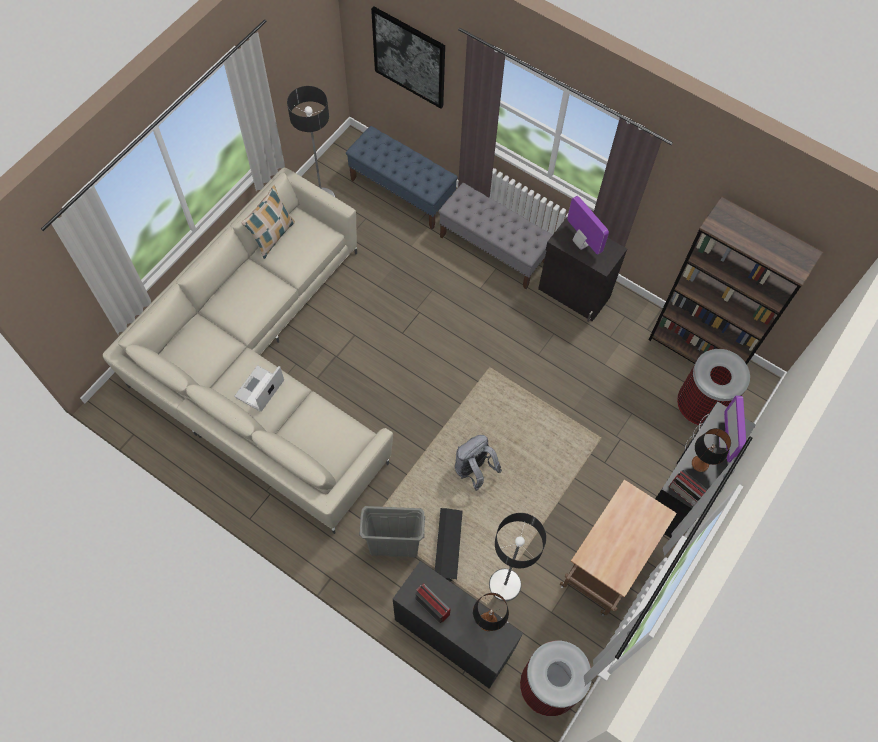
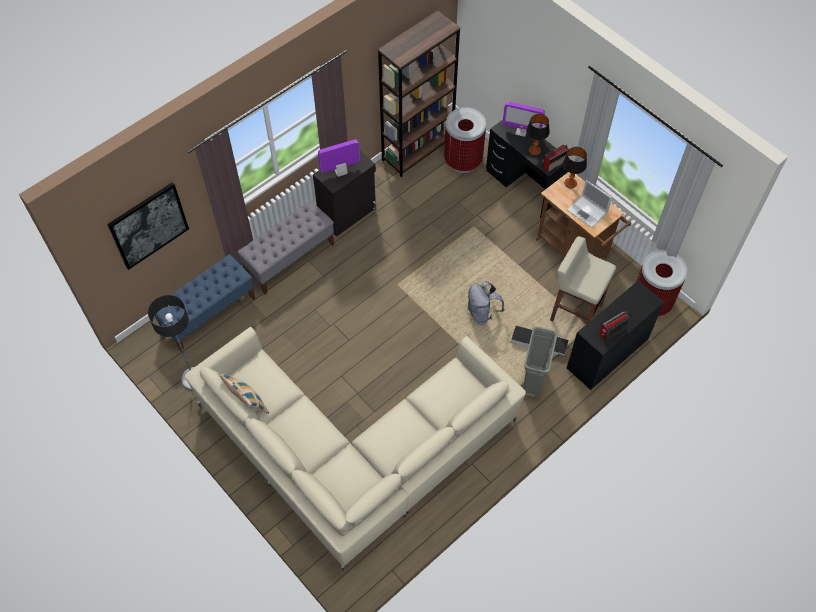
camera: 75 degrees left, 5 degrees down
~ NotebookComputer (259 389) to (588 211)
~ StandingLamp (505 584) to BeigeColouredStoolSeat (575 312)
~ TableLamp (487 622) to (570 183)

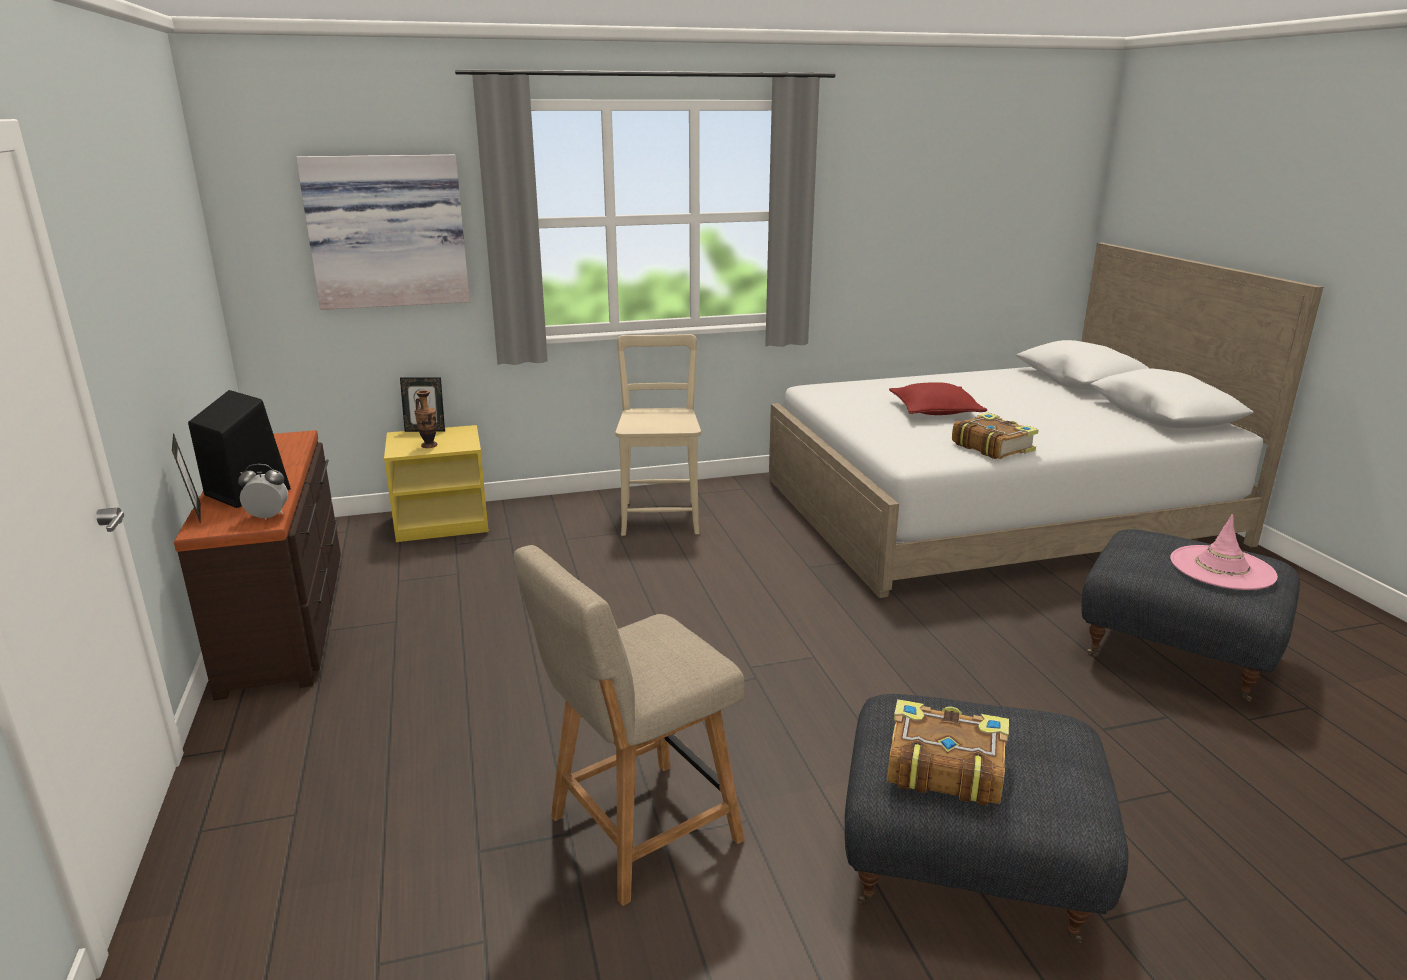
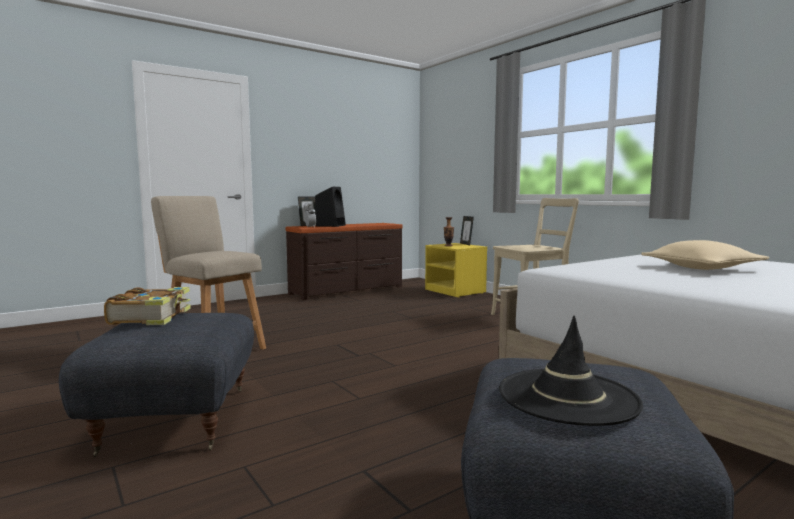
camera: 70 degrees right, 15 degrees down
- WallArt (387 231)
~ ReddishPillow (935 411) to BeigeColouredPillow (701 268)
- Book (992 447)
~ PinkHat (1222 568) to BlackHat (567 396)

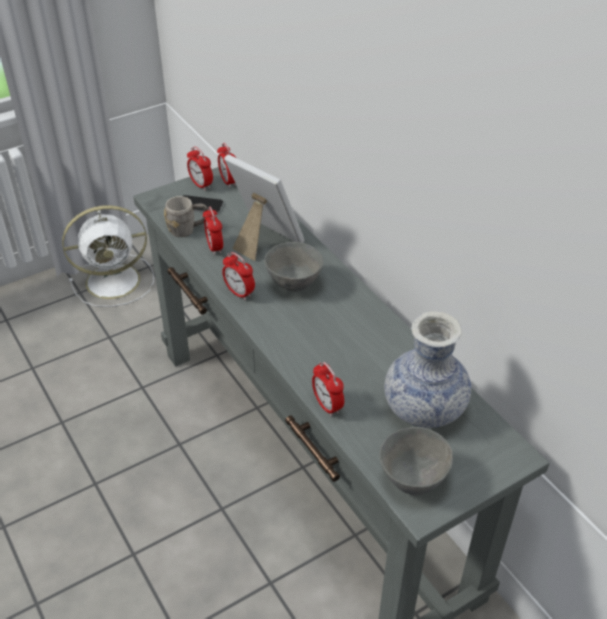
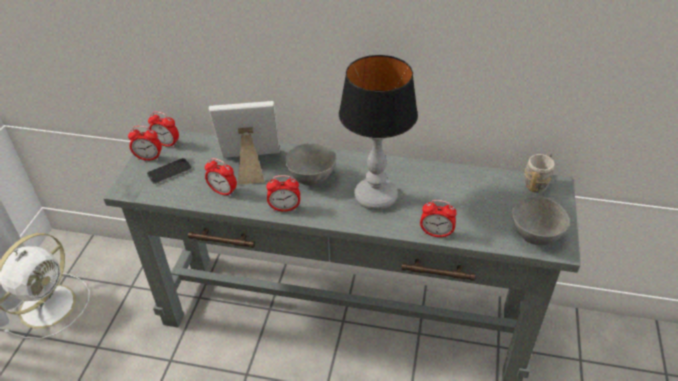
camera: 45 degrees left, 0 degrees up
~ GreyMug (188 230) to (537 182)
- DecorativeVase (424 409)
+ TableLamp (376 197)

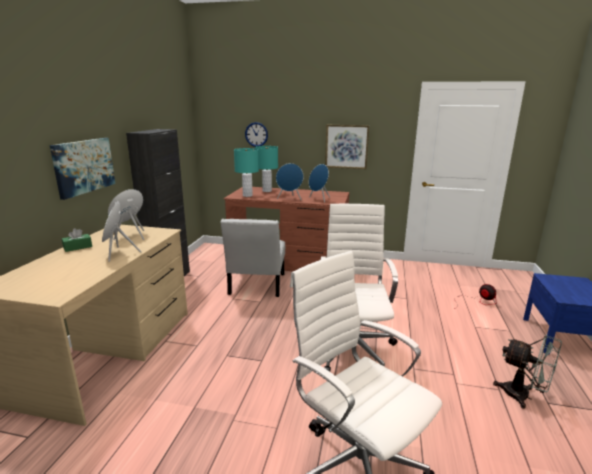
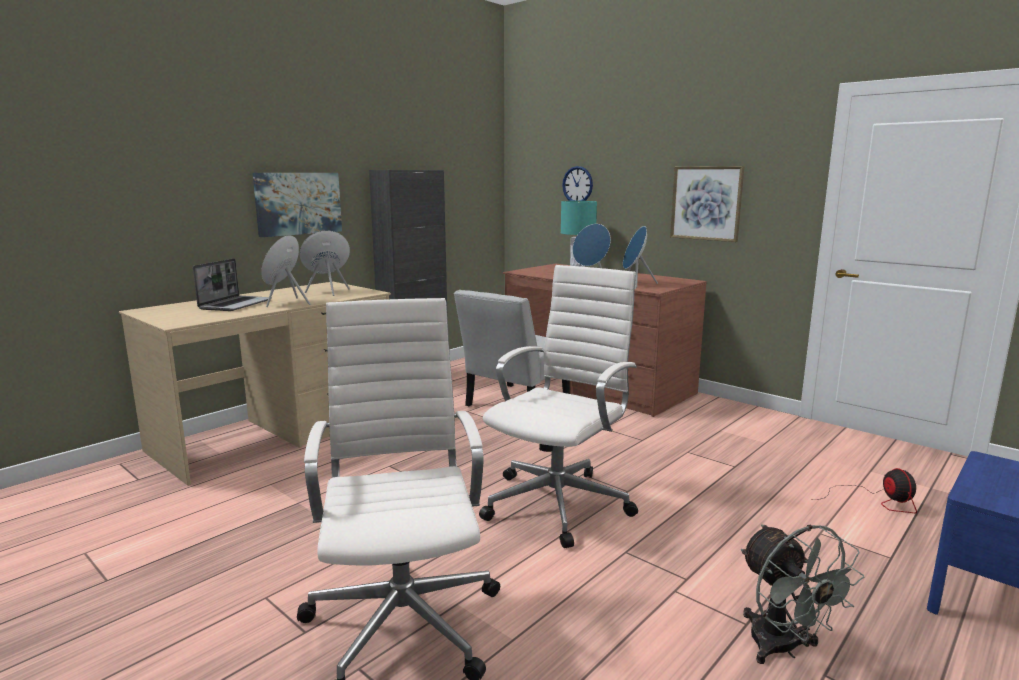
camera: 30 degrees right, 5 degrees down
- TurquoiseTableLamp (247 195)
- GreenishTissueHolder (78 247)
+ NotebookComputer (235 304)

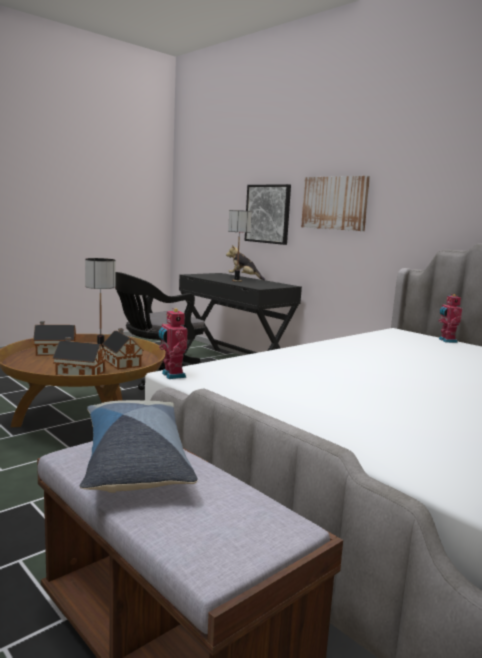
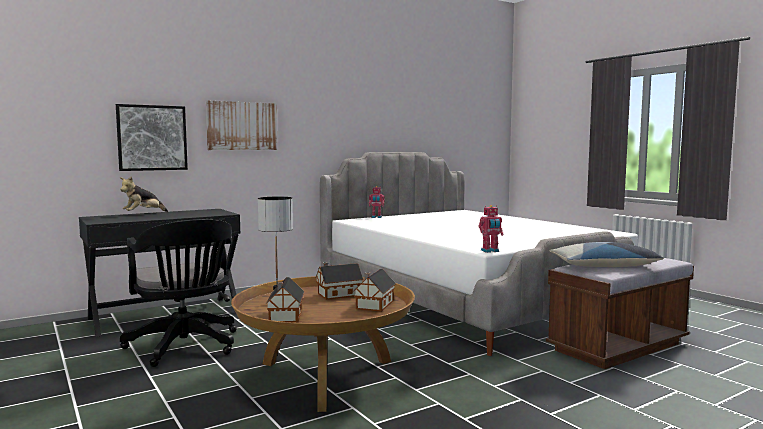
camera: 80 degrees left, 5 degrees down
- TableLamp (237 281)

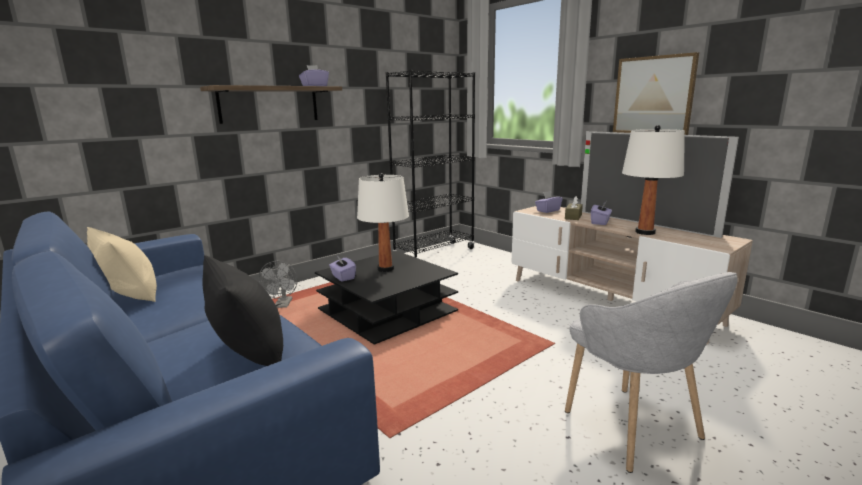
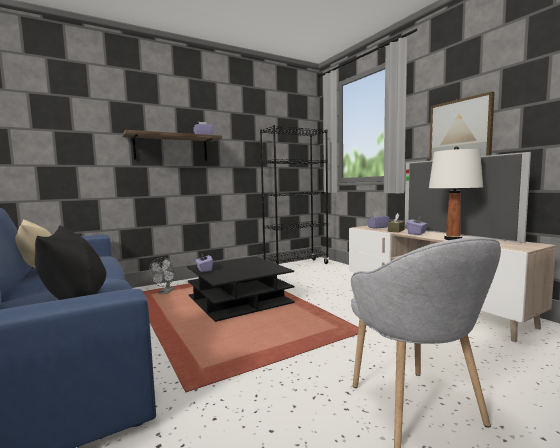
camera: 10 degrees right, 10 degrees down
- WhitishTableLamp (385 269)

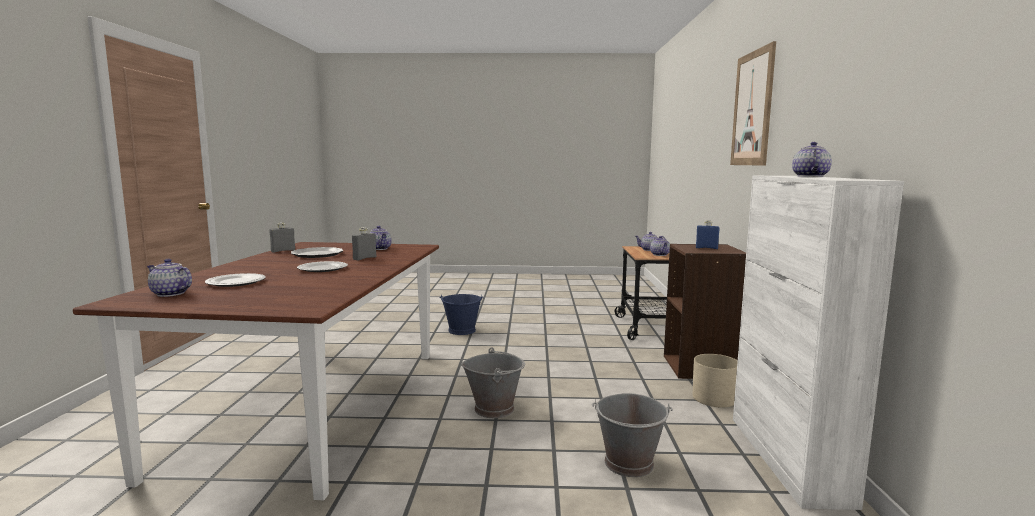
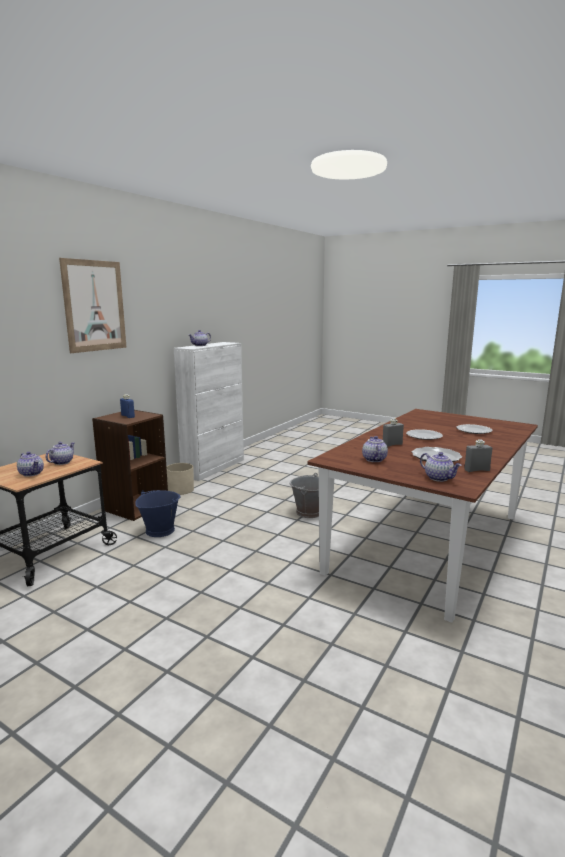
camera: 150 degrees left, 5 degrees up
~ TeaPot (169 294) to (439 478)
~ BluishBucket (462 331) to (160 530)
- GreyBucket (629 464)

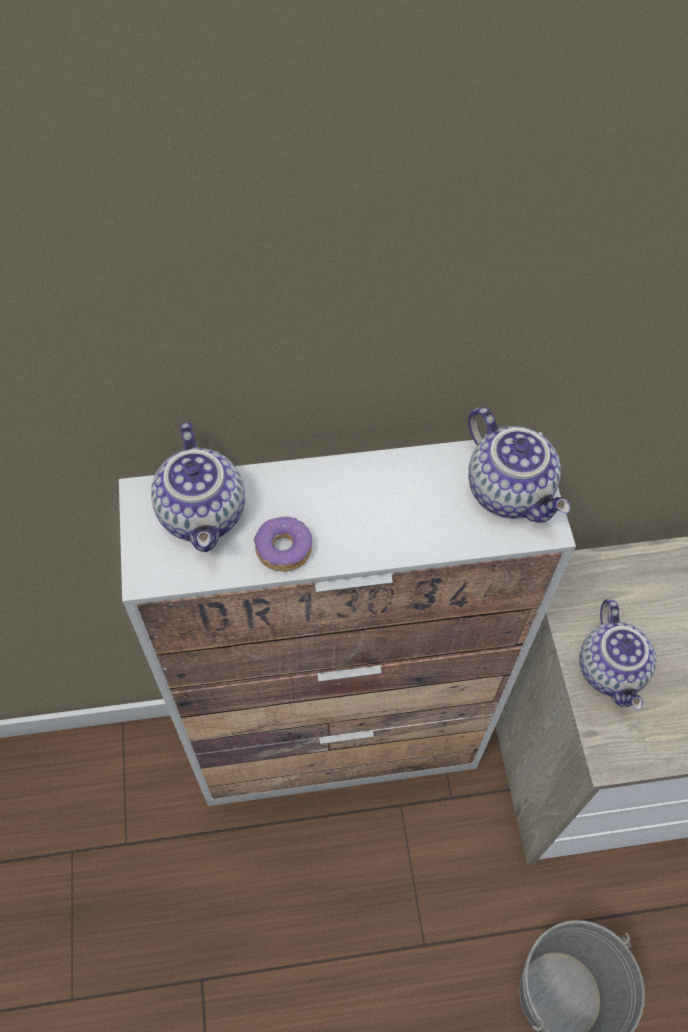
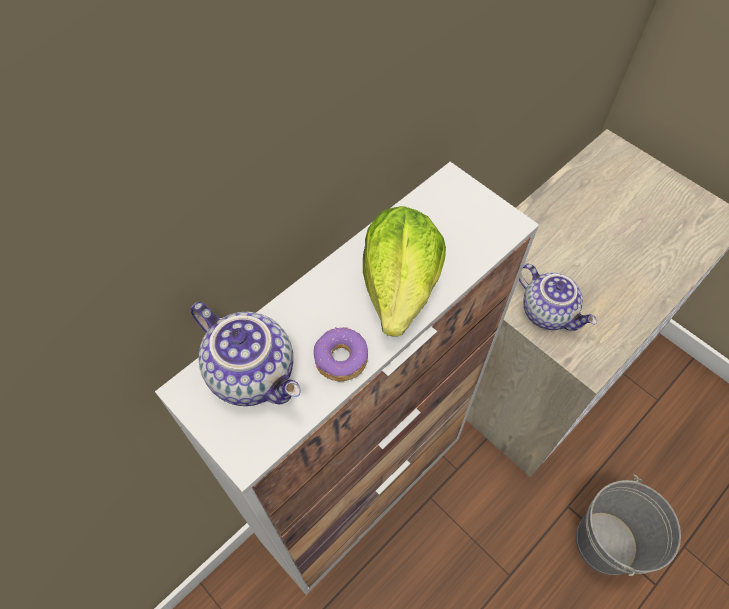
camera: 35 degrees left, 0 degrees up
- TeaPot (511 491)
+ HeadOfLettuce (401 287)

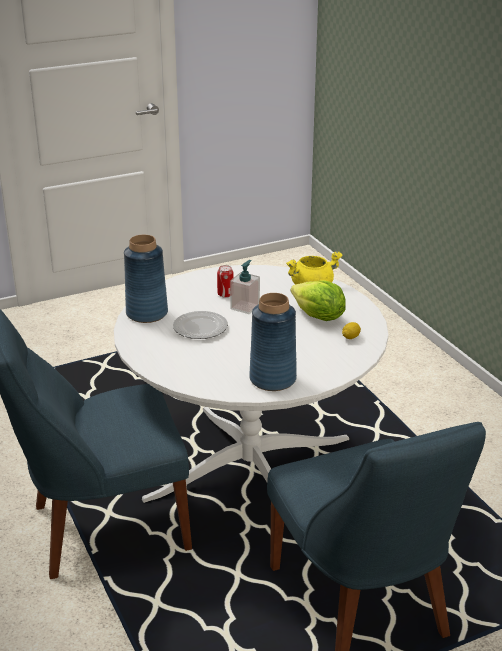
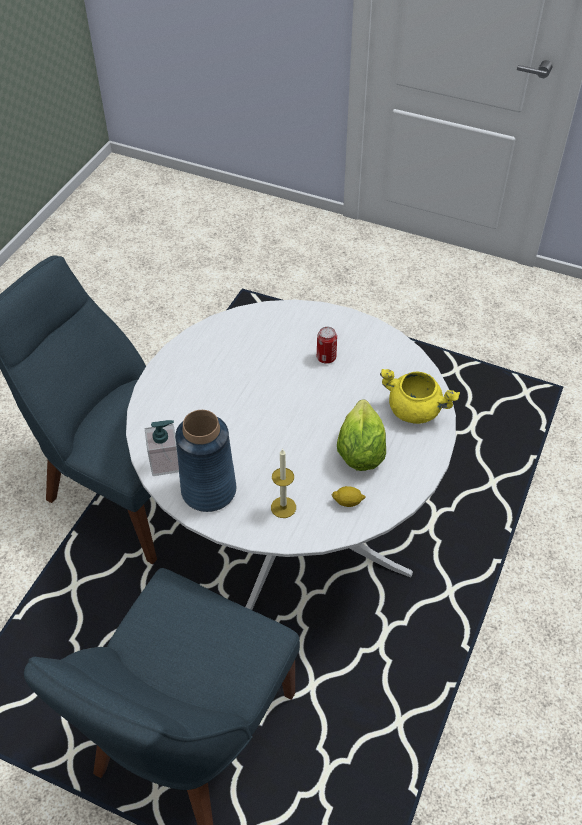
camera: 50 degrees right, 20 degrees up
- BluishDecorativeVase (146 313)
~ LiquidSoapBottle (245 307) to (165 463)
- DinnerPlate (200 328)
+ WaxLight (283 507)

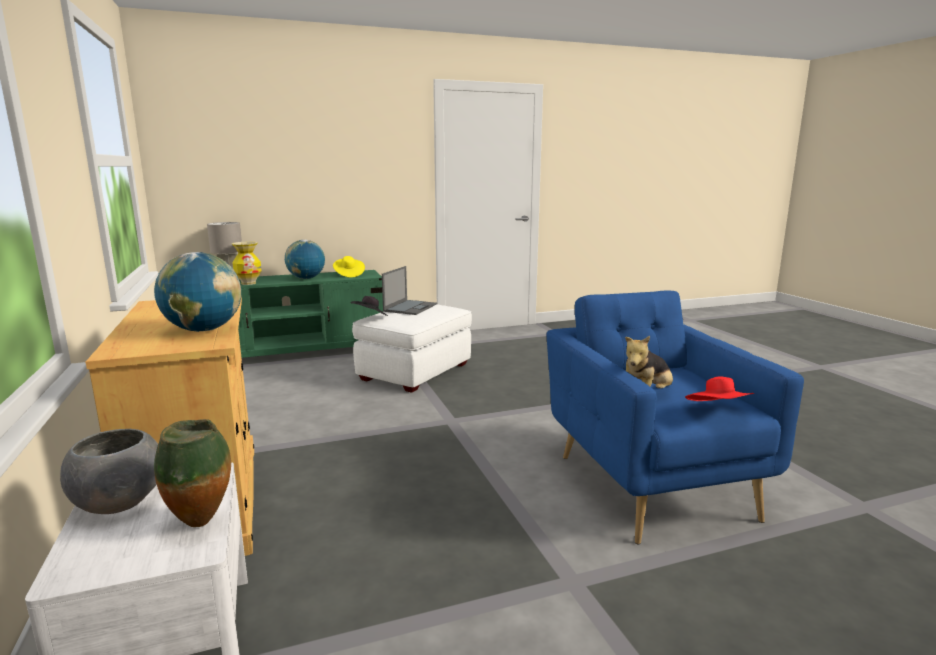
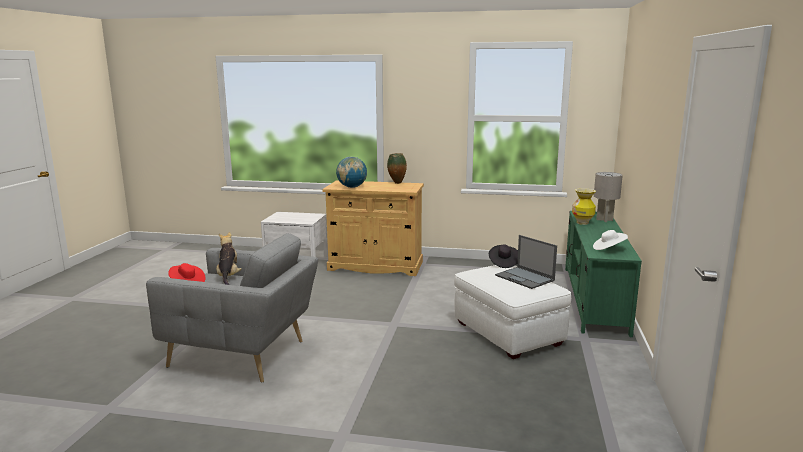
camera: 120 degrees right, 0 degrees up
- DeskGlobe (306 278)
~ YellowHat (349 275) to WhitishHat (608 249)
~ BluishEasyChair (649 481) to GreyEasyChair (242 355)
~ DecorativeVase (202 523) to (397 183)
- GreyDeepDish (120 500)

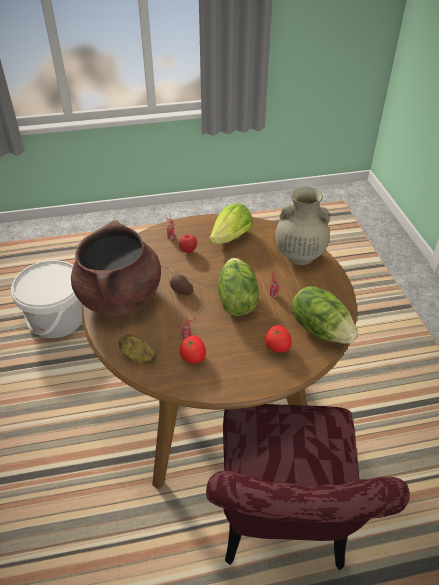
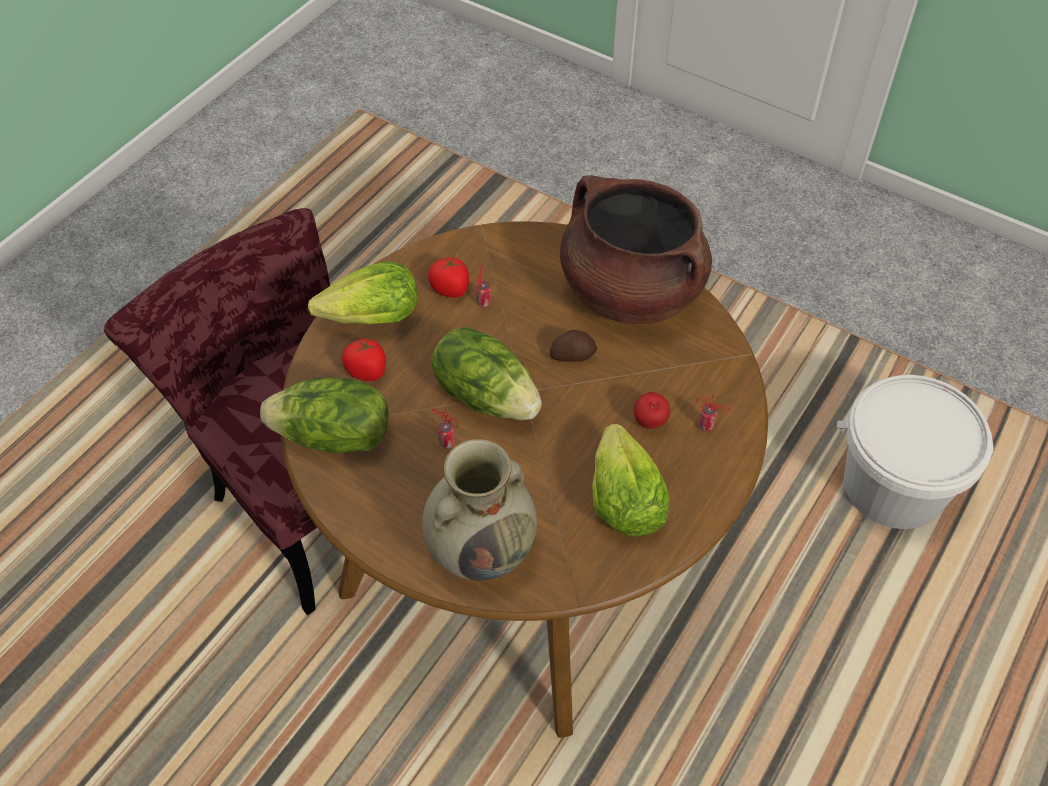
camera: 135 degrees right, 10 degrees up
- Spud (137 357)
+ HeadOfLettuce (372 318)

